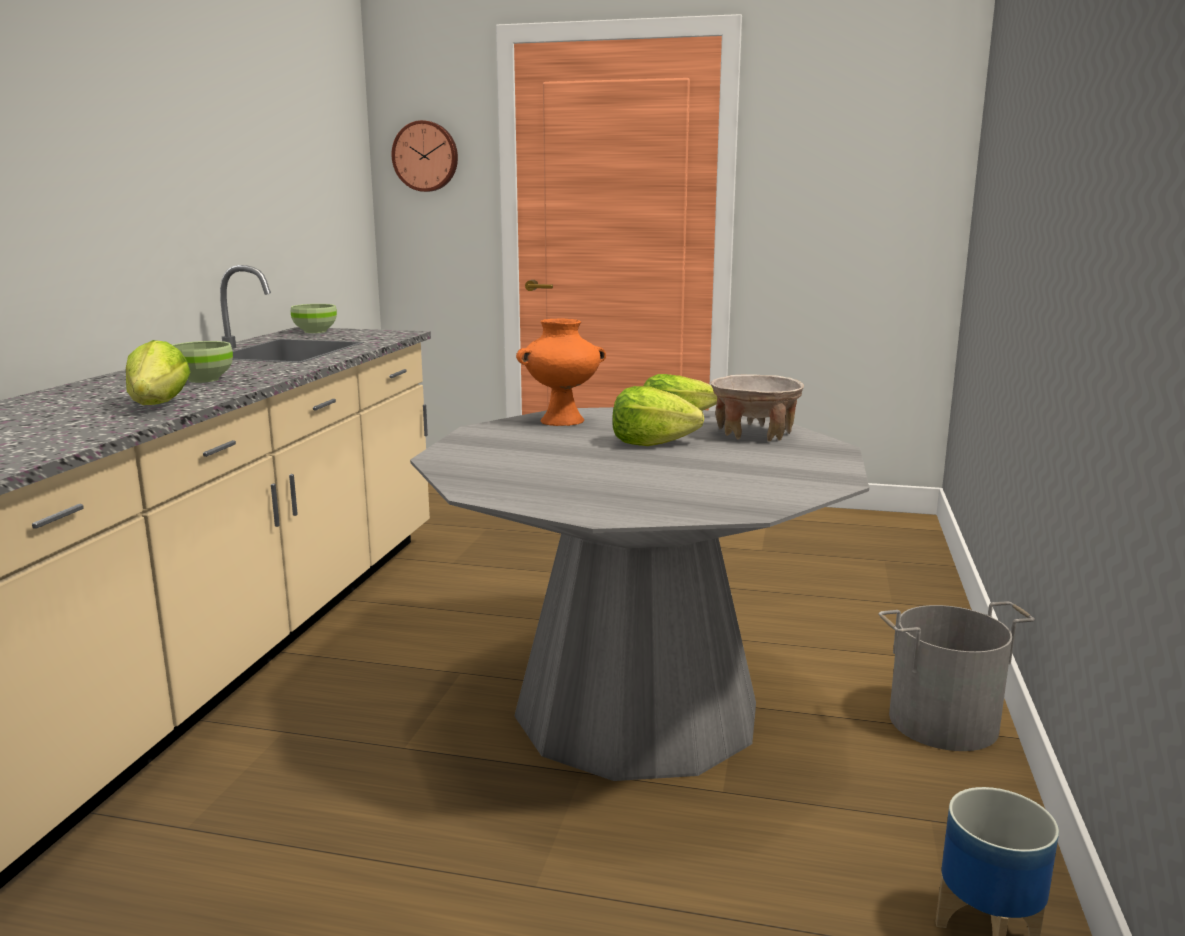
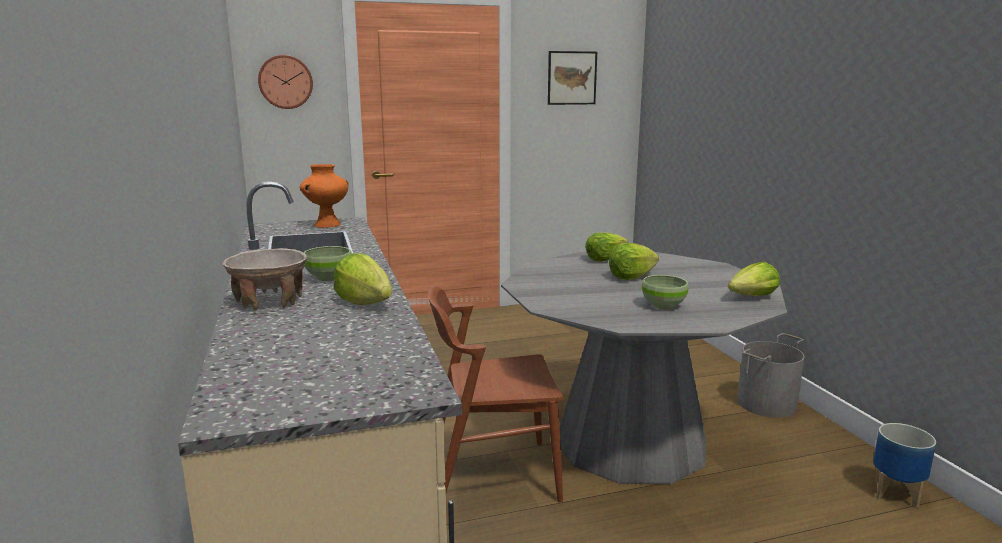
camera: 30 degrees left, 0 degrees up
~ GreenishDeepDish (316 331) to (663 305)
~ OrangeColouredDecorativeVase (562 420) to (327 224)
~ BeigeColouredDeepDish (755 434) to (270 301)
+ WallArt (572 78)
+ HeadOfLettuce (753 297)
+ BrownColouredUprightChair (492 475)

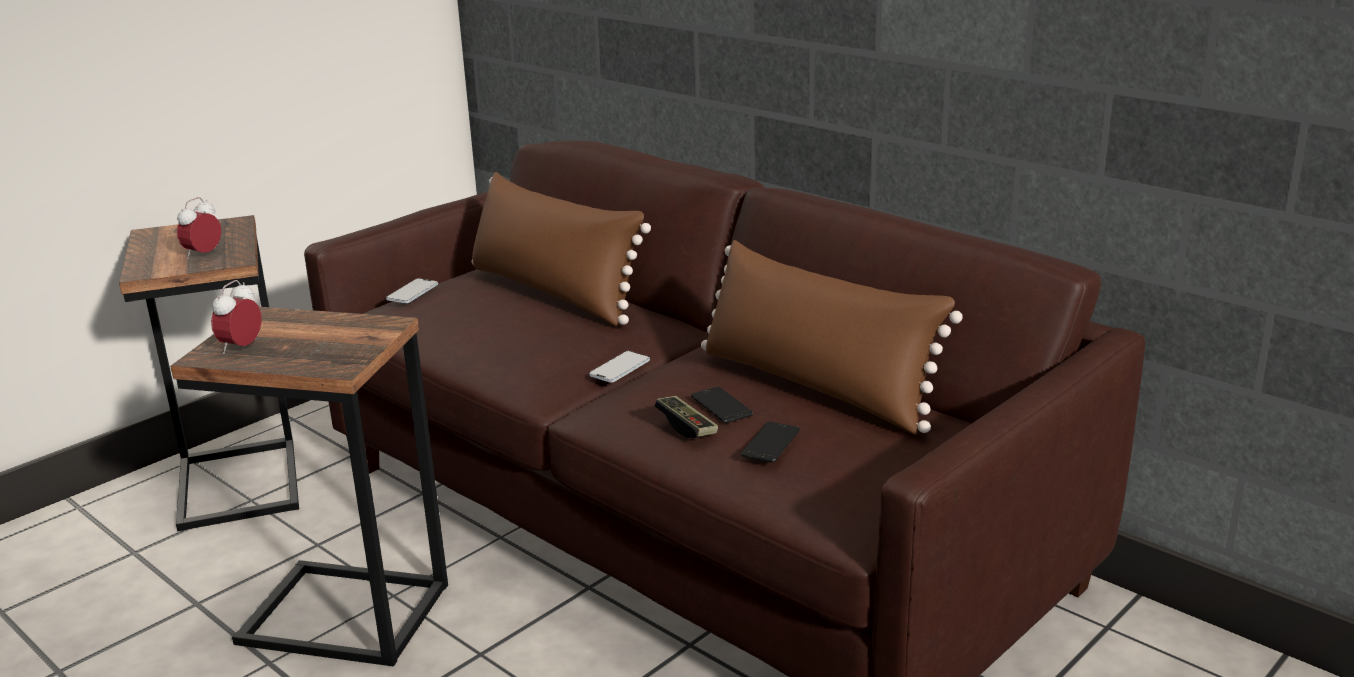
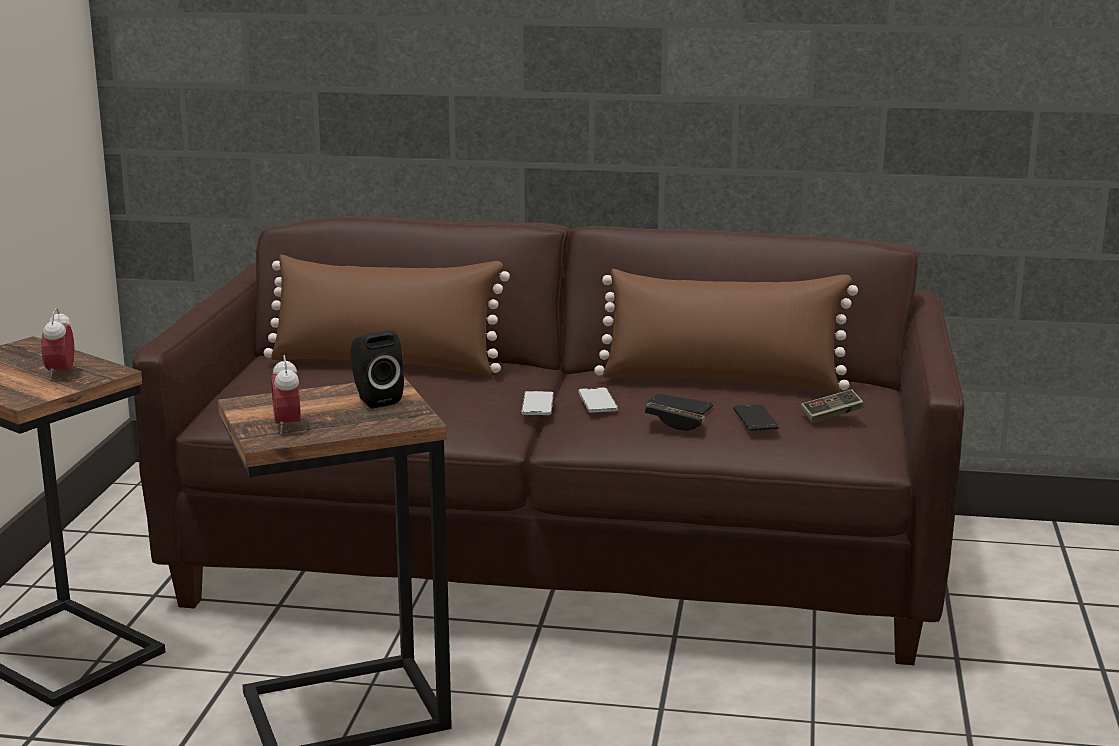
camera: 35 degrees left, 5 degrees down
~ Phone (412 292) to (597 401)
+ BlackAudioSpeaker (374 399)
+ Joypad (831 416)

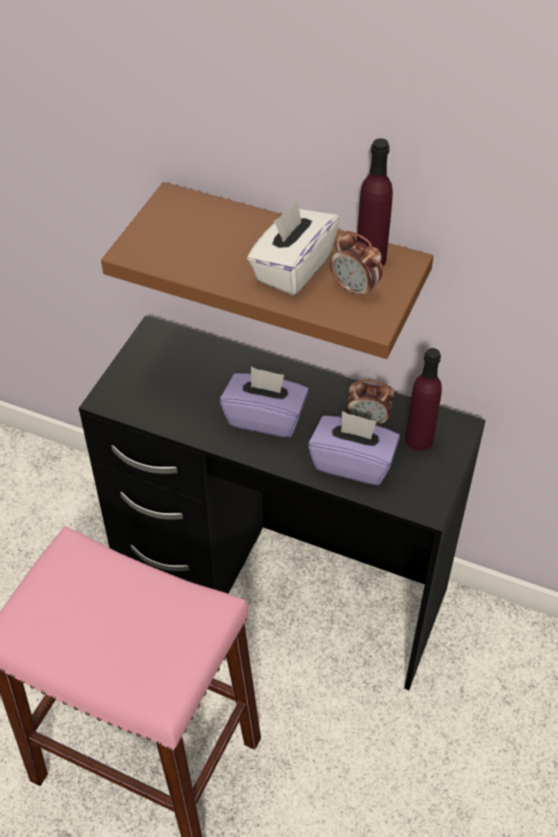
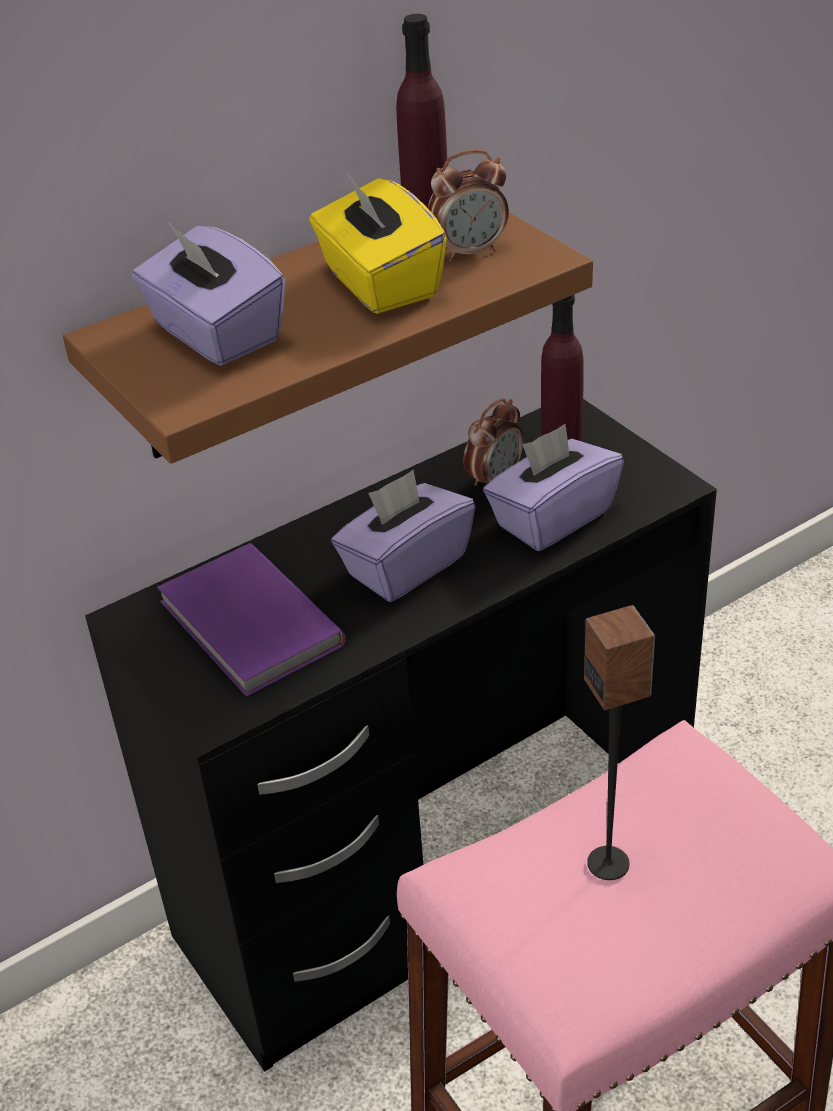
camera: 55 degrees left, 10 degrees down
~ WhitishTissueHolder (292 268) to YellowTissueHolder (379 283)
+ PurplishTissueHolder (215 334)
+ PurplishBook (248 626)
+ AudioSpeaker (609 863)

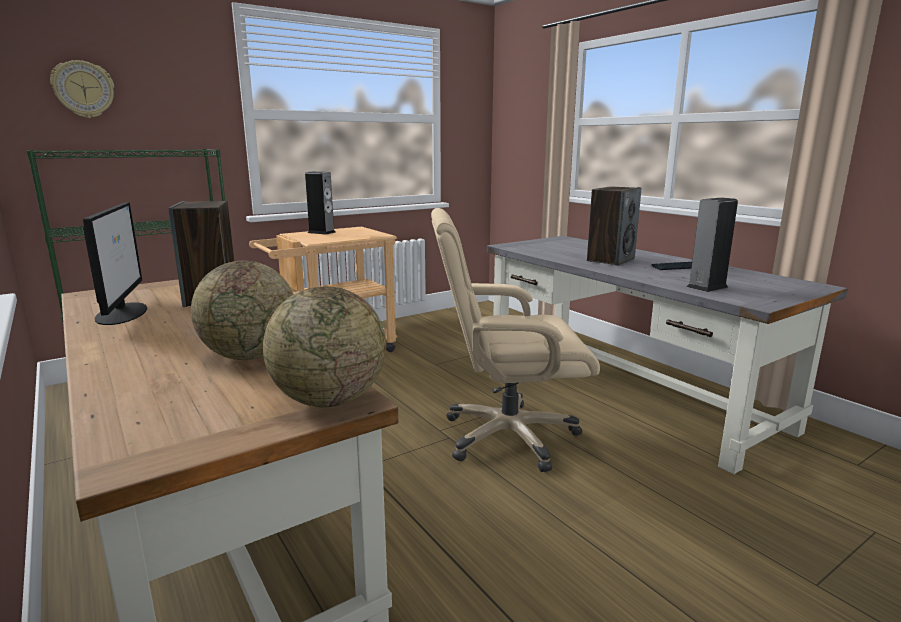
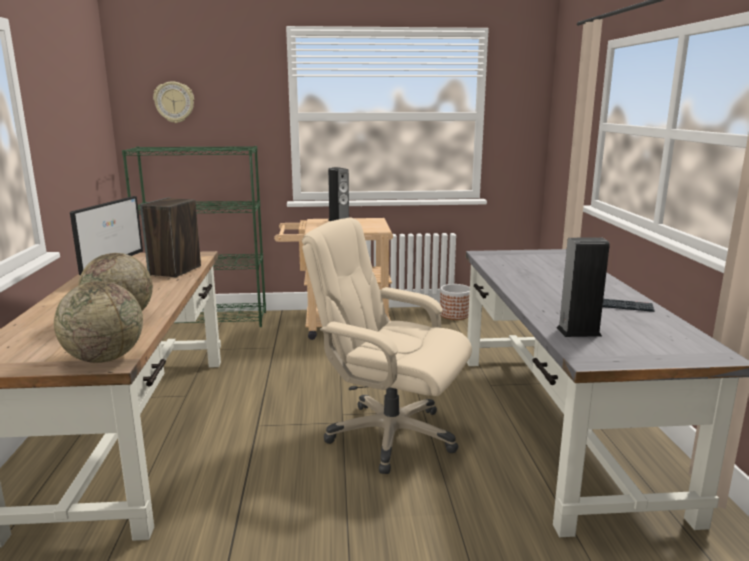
camera: 30 degrees right, 0 degrees up
- AudioSpeaker (610 260)
+ FlowerPot (455 314)

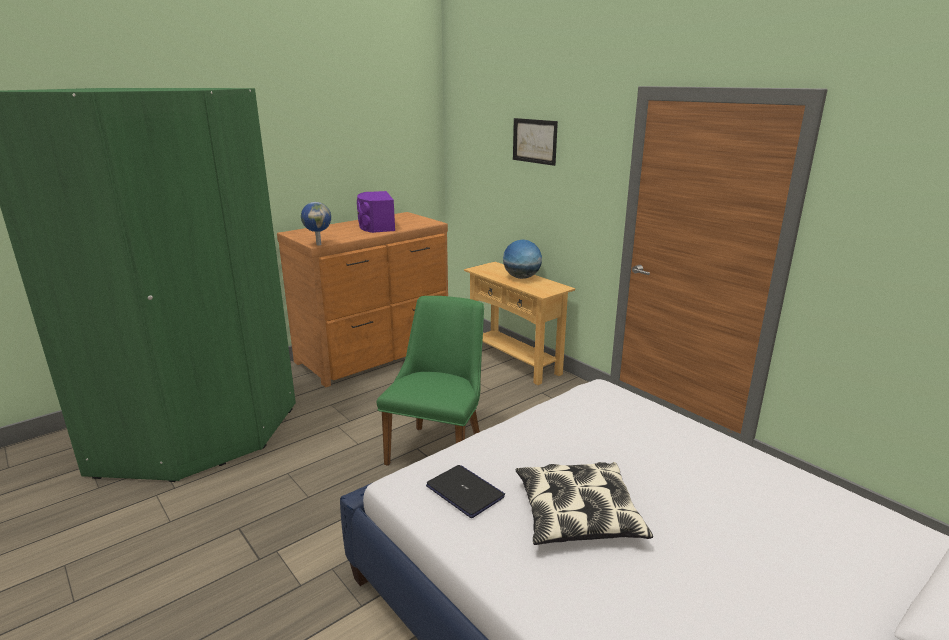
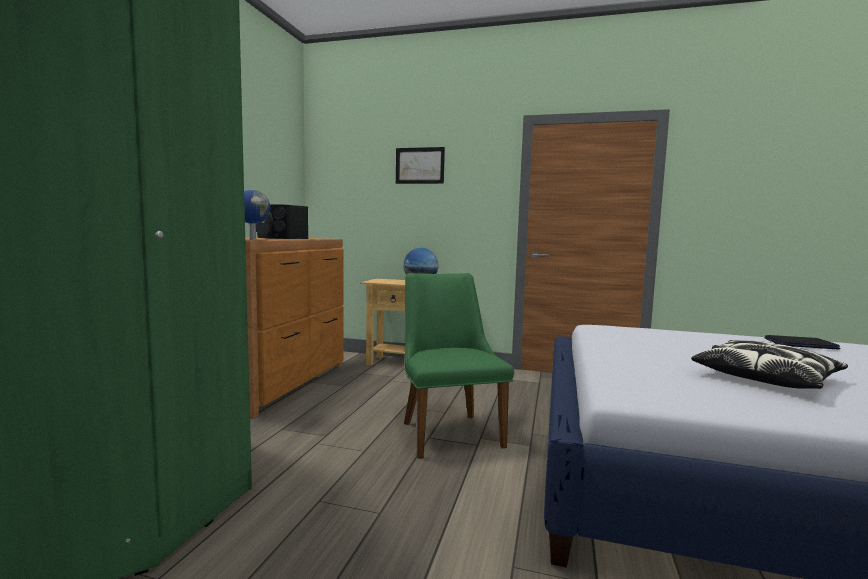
camera: 35 degrees left, 15 degrees down
~ PurplishAudioSpeaker (376 226) to BlackAudioSpeaker (278 238)
~ NotebookComputer (465 492) to (800 344)

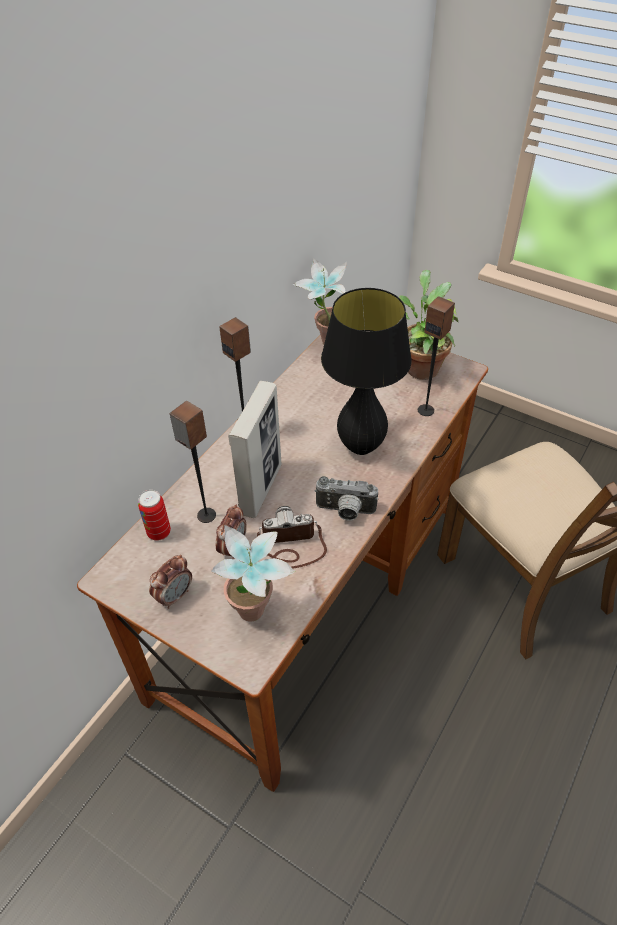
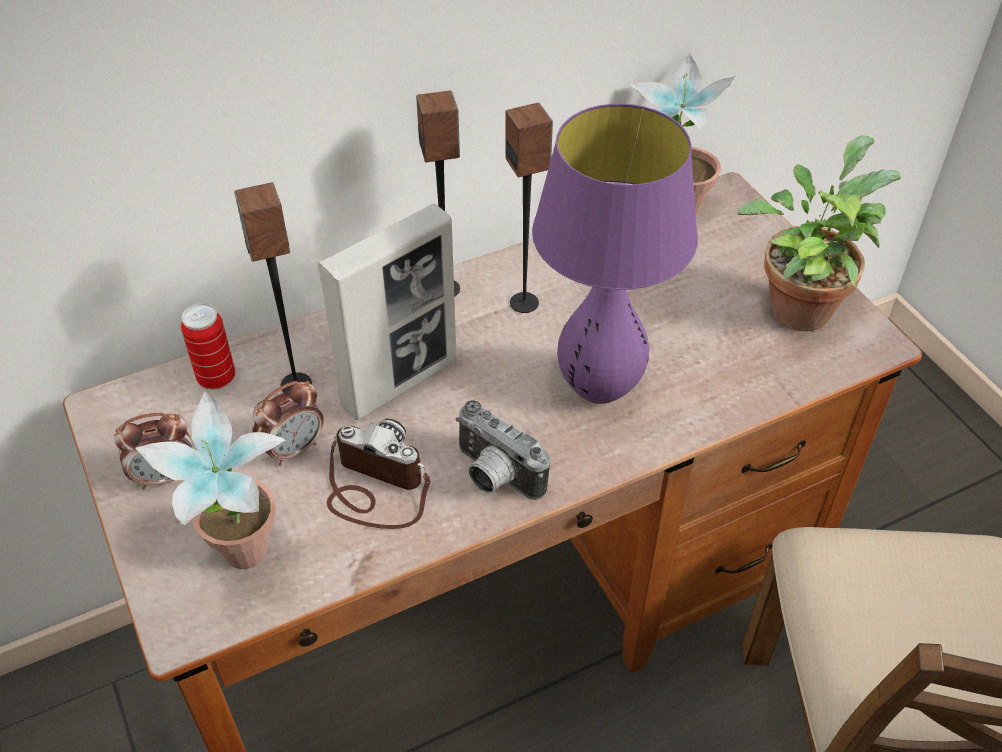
camera: 30 degrees right, 0 degrees up
~ BlackTableLamp (361 447) to PurplishTableLamp (598 389)
~ AudioSpeaker (426 410) to (525 302)

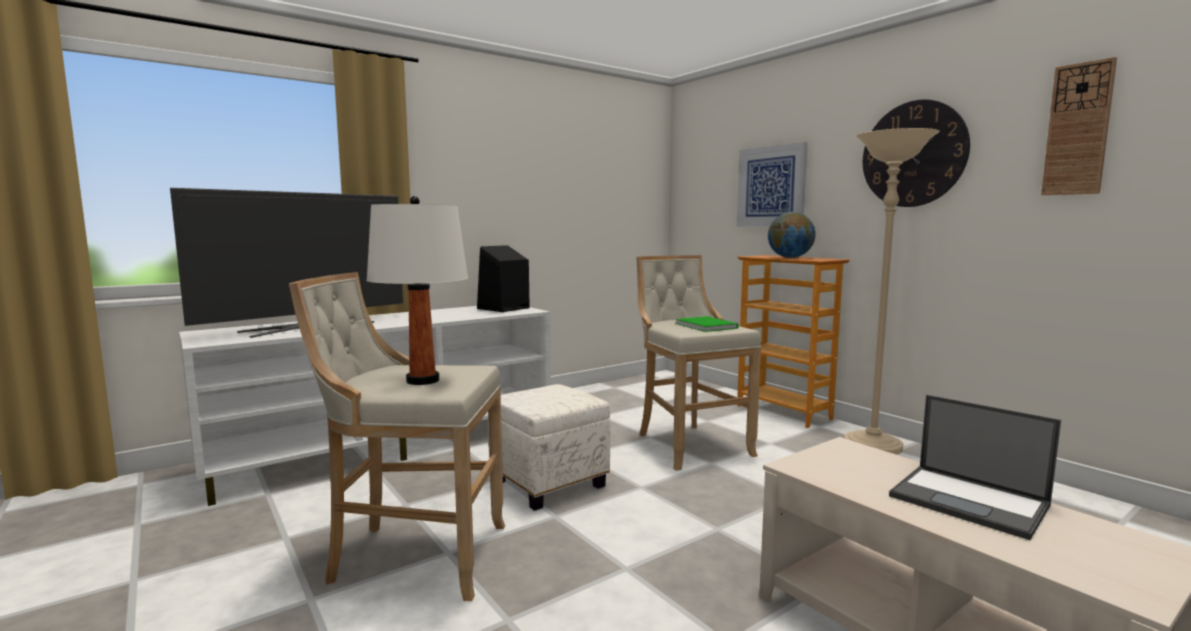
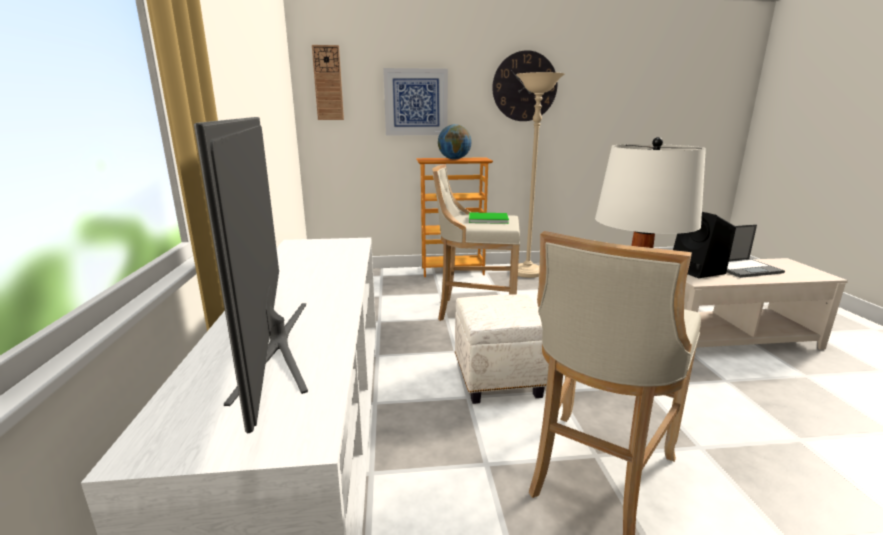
camera: 60 degrees left, 10 degrees up
~ WallClock (1077 129) to (328 83)
~ BlackAudioSpeaker (502 308) to (698 270)

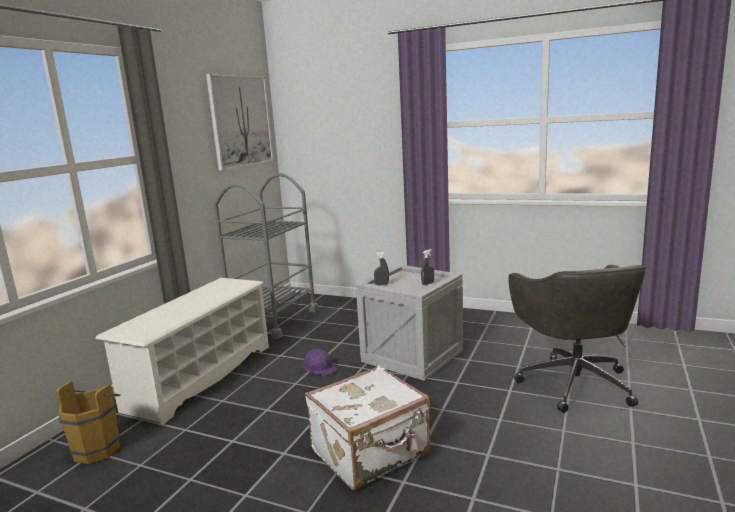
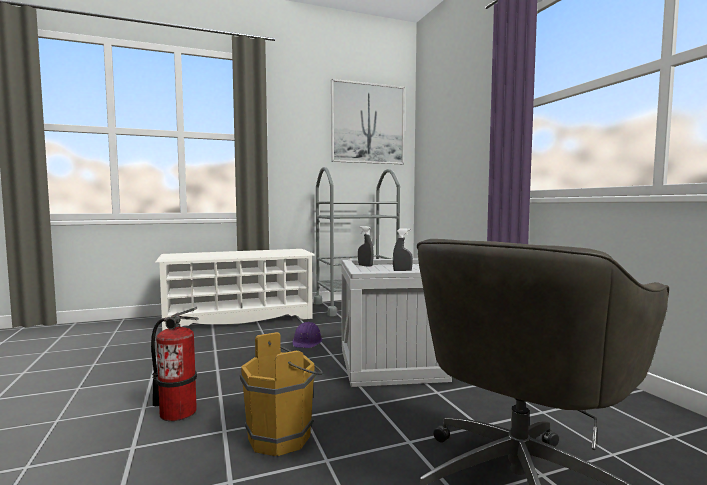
camera: 45 degrees right, 10 degrees down
~ WhitishSuitcase (371 453) to Extinguisher (178 412)
~ BrownColouredBucket (100 447) to (284 436)

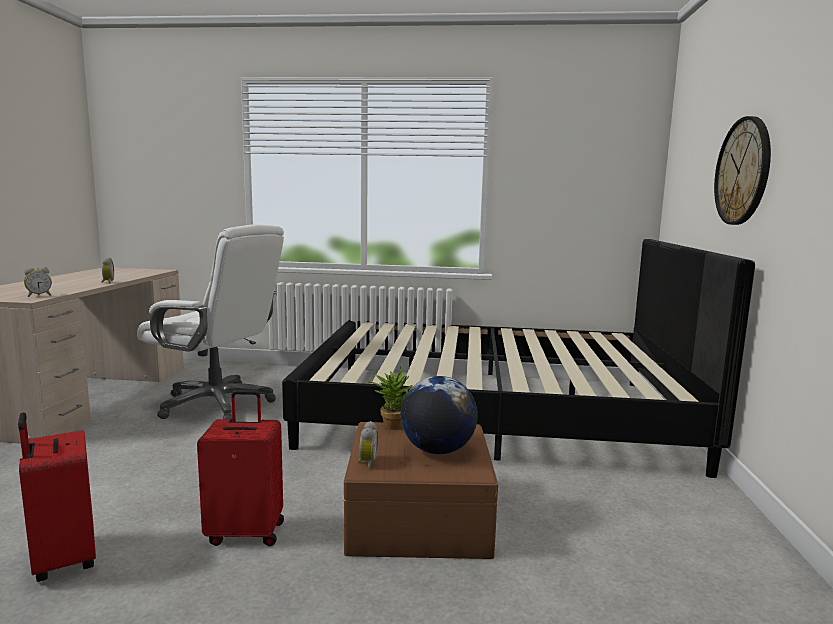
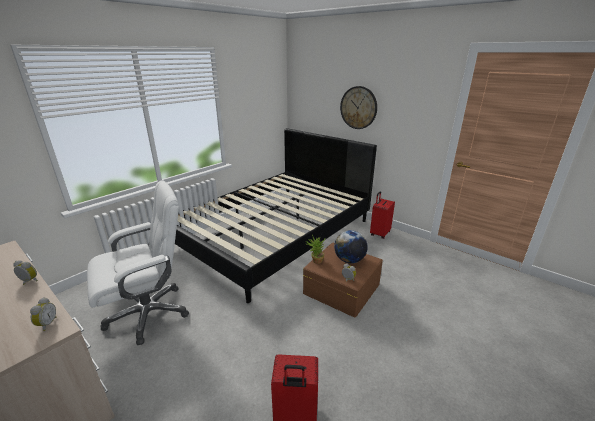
camera: 55 degrees left, 15 degrees up
~ ReddishSuitcase (246 532) to (379 233)

